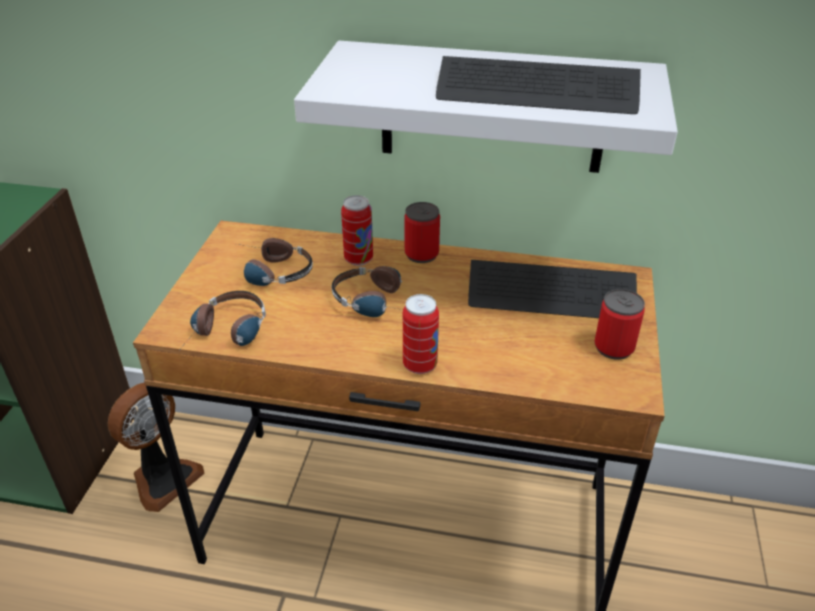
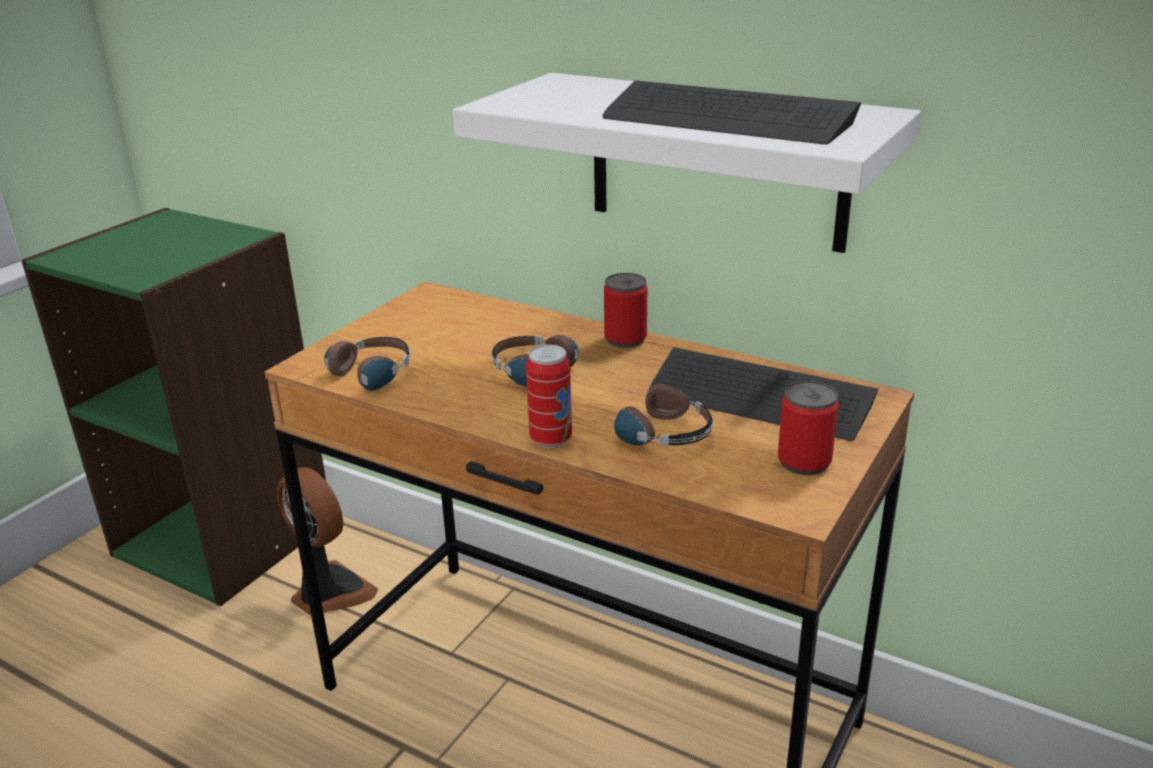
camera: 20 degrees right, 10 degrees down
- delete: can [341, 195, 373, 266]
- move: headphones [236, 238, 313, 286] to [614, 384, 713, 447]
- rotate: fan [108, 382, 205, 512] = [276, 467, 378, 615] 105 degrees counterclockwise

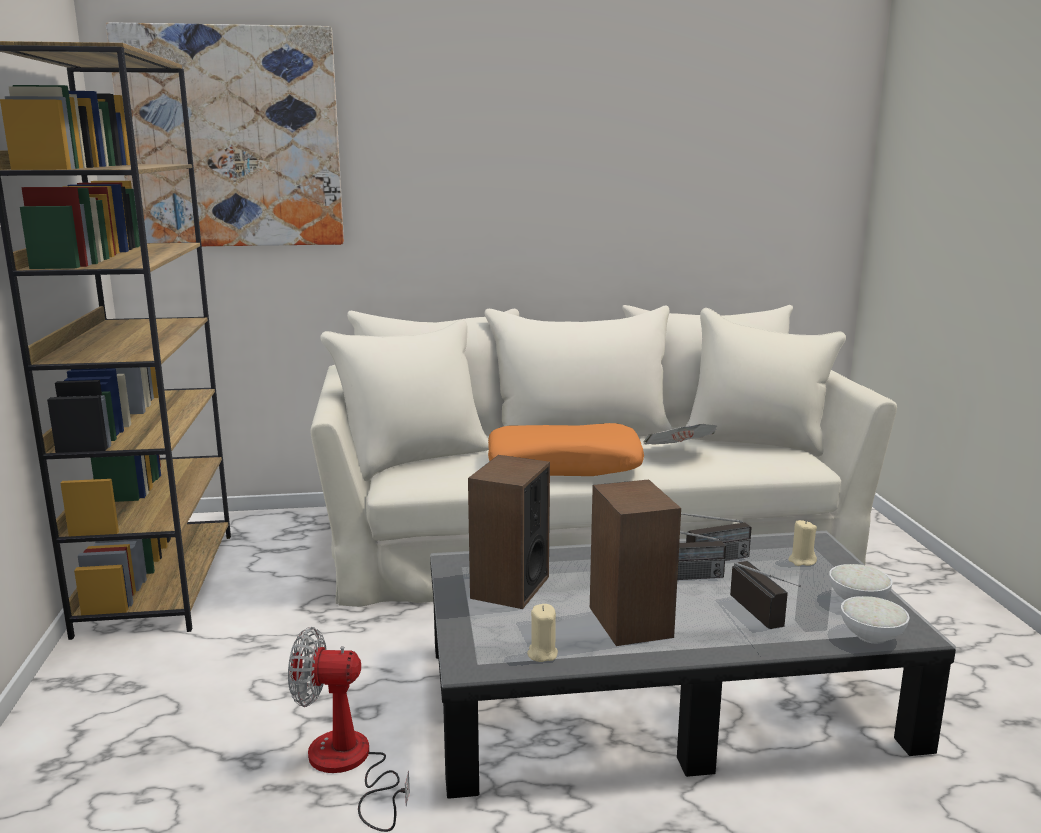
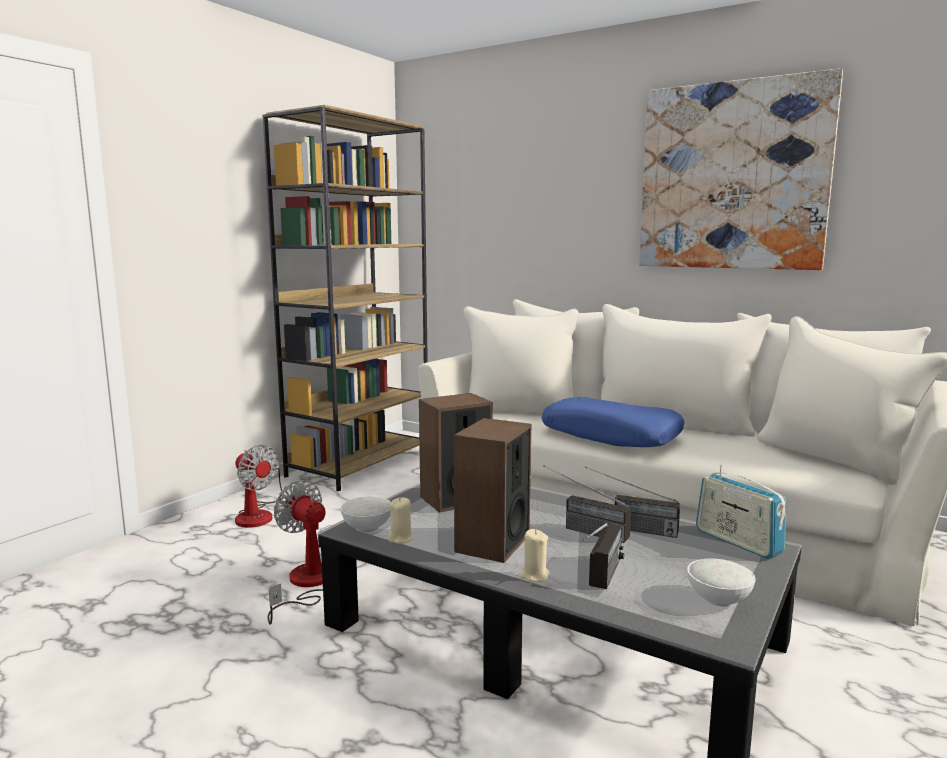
camera: 40 degrees right, 5 degrees down
- delete: newspaper [644, 424, 717, 445]
- insert: fan [235, 445, 283, 528]
- insert: radio [696, 465, 786, 559]
- move: picture [106, 22, 344, 246] to [639, 68, 843, 270]
- move: beige_candle [788, 520, 817, 566] to [519, 529, 550, 582]
- move: white_bowl [841, 596, 910, 644] to [340, 496, 391, 532]
- recolor: orange_pillow [488, 423, 644, 476] to blue_pillow [542, 397, 684, 447]

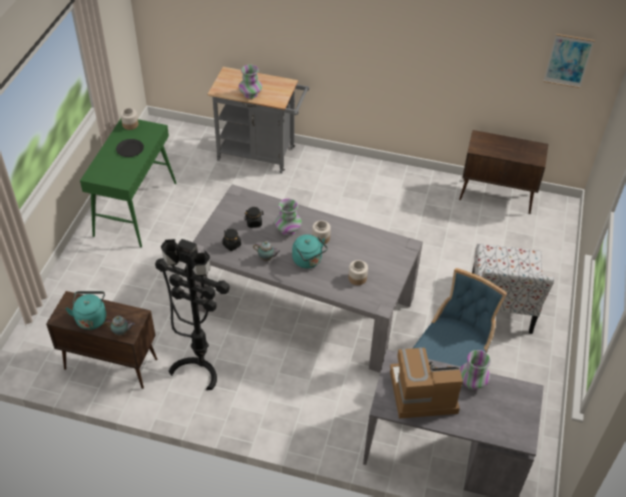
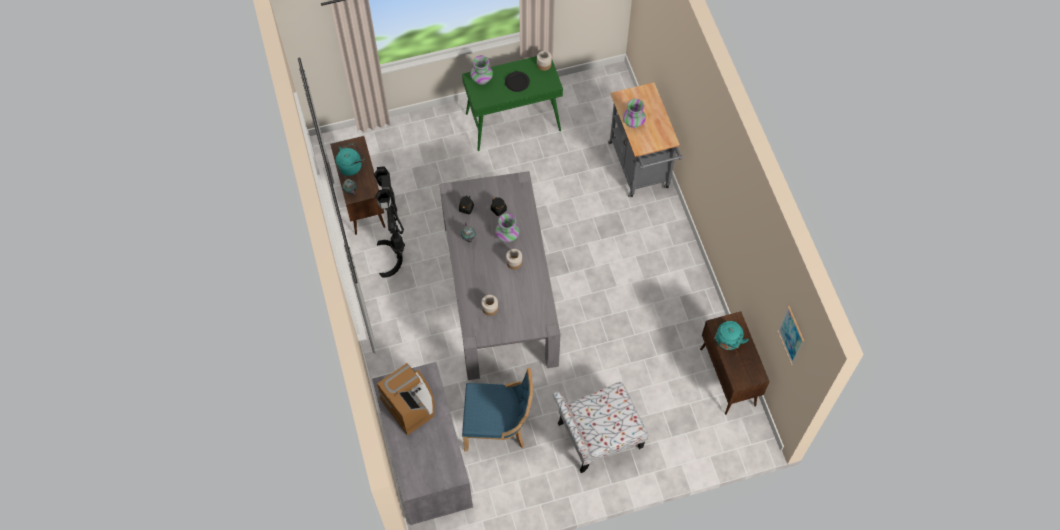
camera: 60 degrees right, 15 degrees up
- move: turquoise_kettle [292, 234, 328, 268] to [714, 321, 749, 350]
- move: vase [460, 350, 491, 390] to [470, 55, 493, 85]

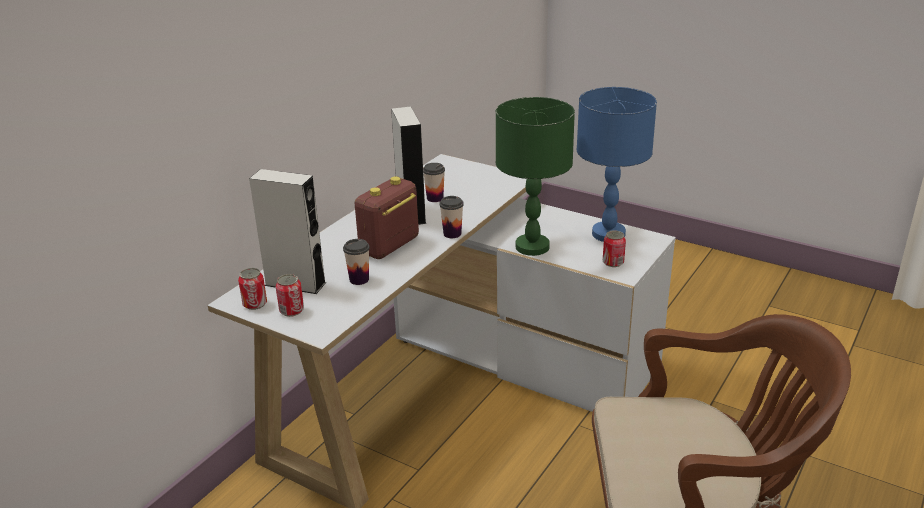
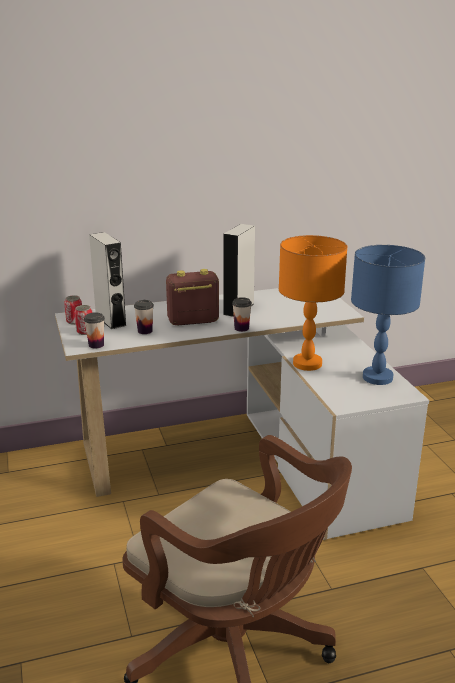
camera: 40 degrees right, 5 degrees down
- delete: can [603, 230, 626, 267]
- move: cup [423, 163, 445, 202] to [84, 312, 105, 349]
- recolor: green_table_lamp [495, 97, 575, 256] to orange_table_lamp [279, 235, 347, 371]

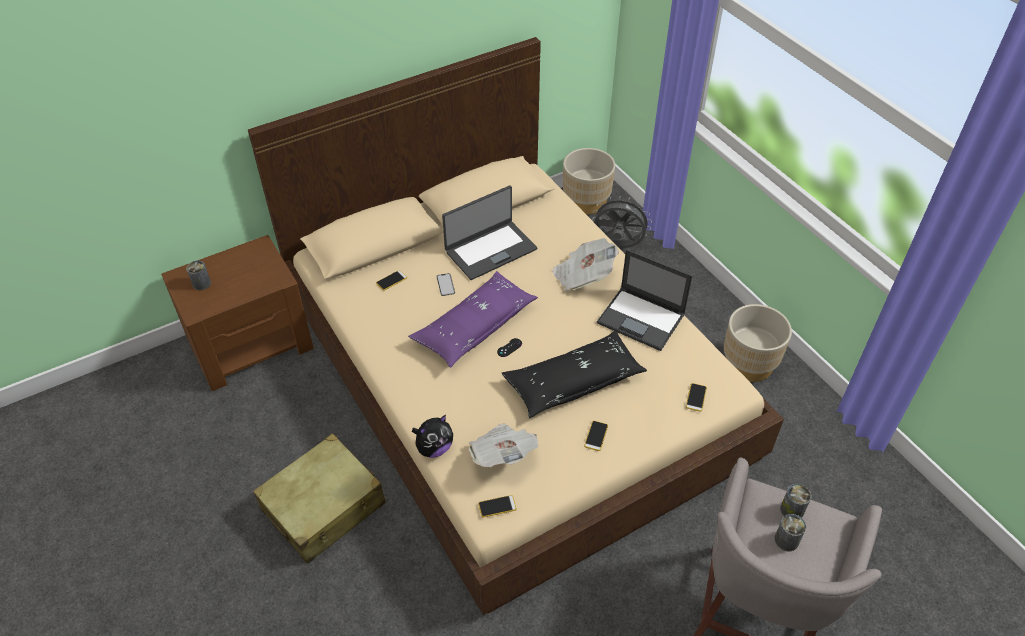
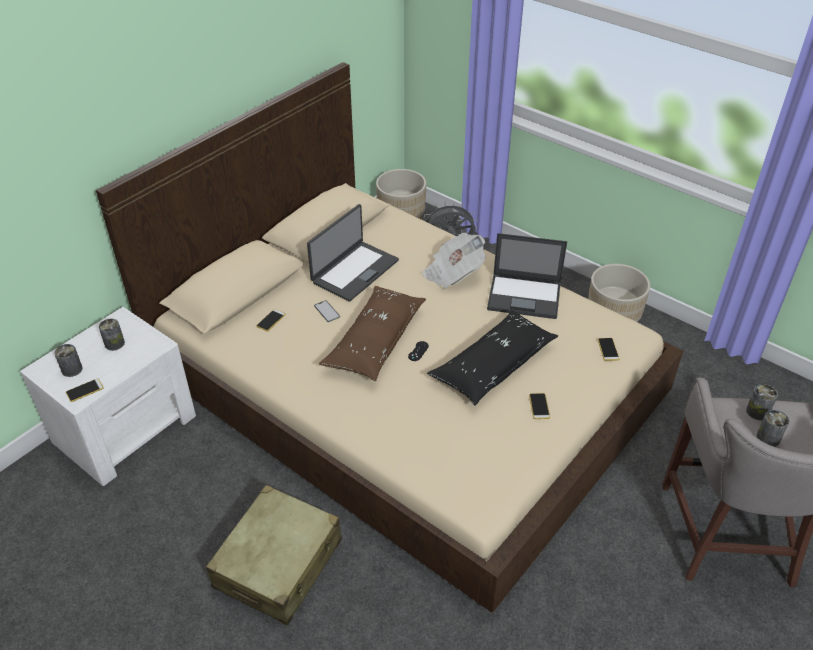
camera: 20 degrees left, 5 degrees down
- delete: plush_toy [412, 415, 453, 458]
- delete: newspaper [468, 423, 539, 467]
- insert: can [99, 319, 125, 351]
- move: phone [478, 495, 517, 517] to [66, 378, 104, 402]
- recolor: brown_nightstand [161, 235, 314, 391] to white_nightstand [20, 307, 196, 486]
- recolor: purple_pillow [408, 271, 538, 368] to brown_pillow [319, 286, 426, 381]

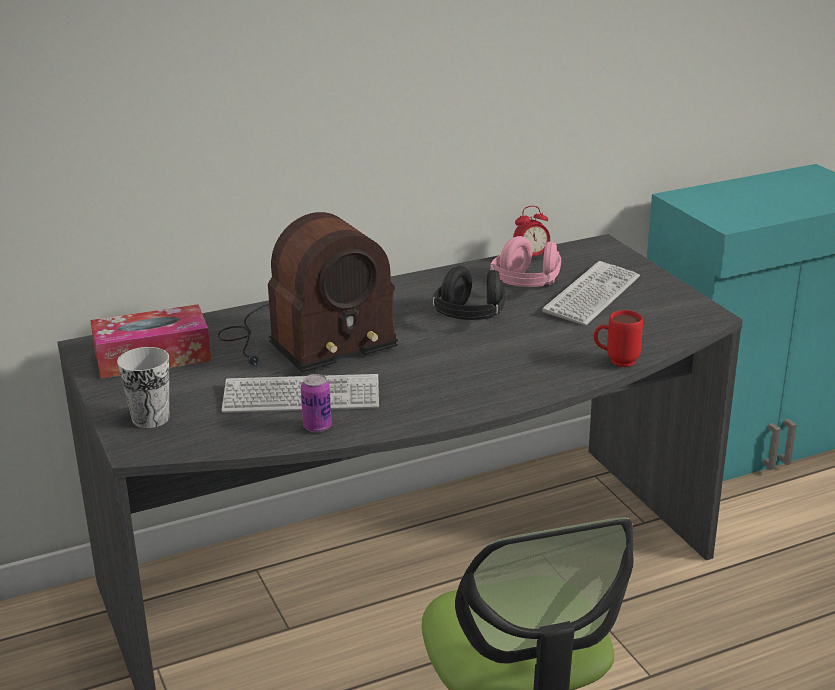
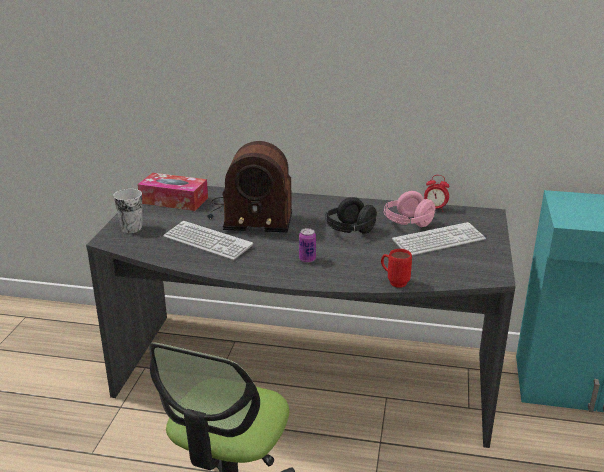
camera: 35 degrees right, 0 degrees up
- move: can [301, 374, 332, 432] to [299, 228, 316, 263]

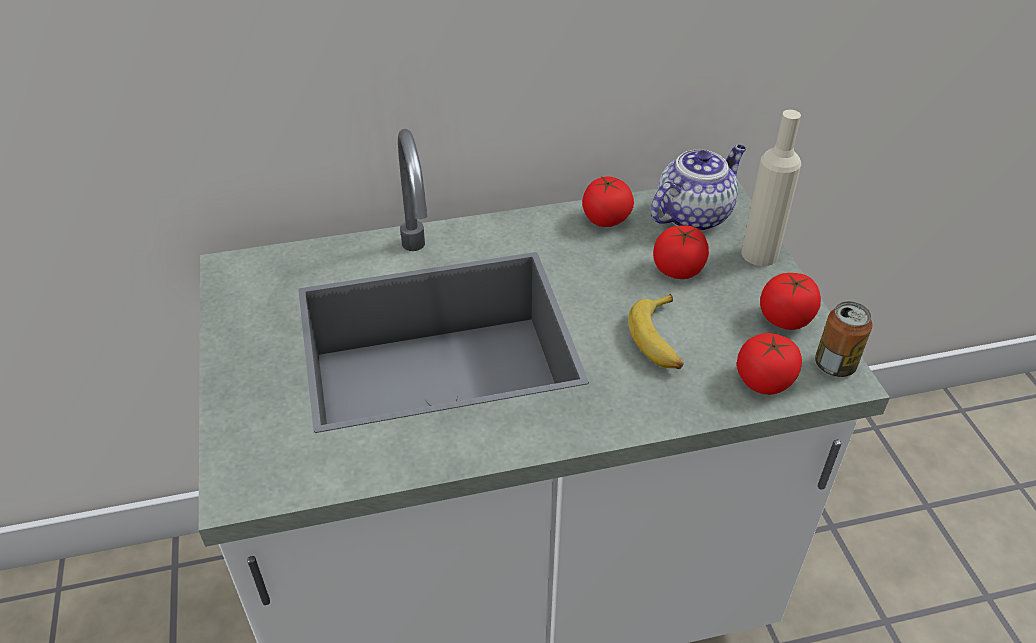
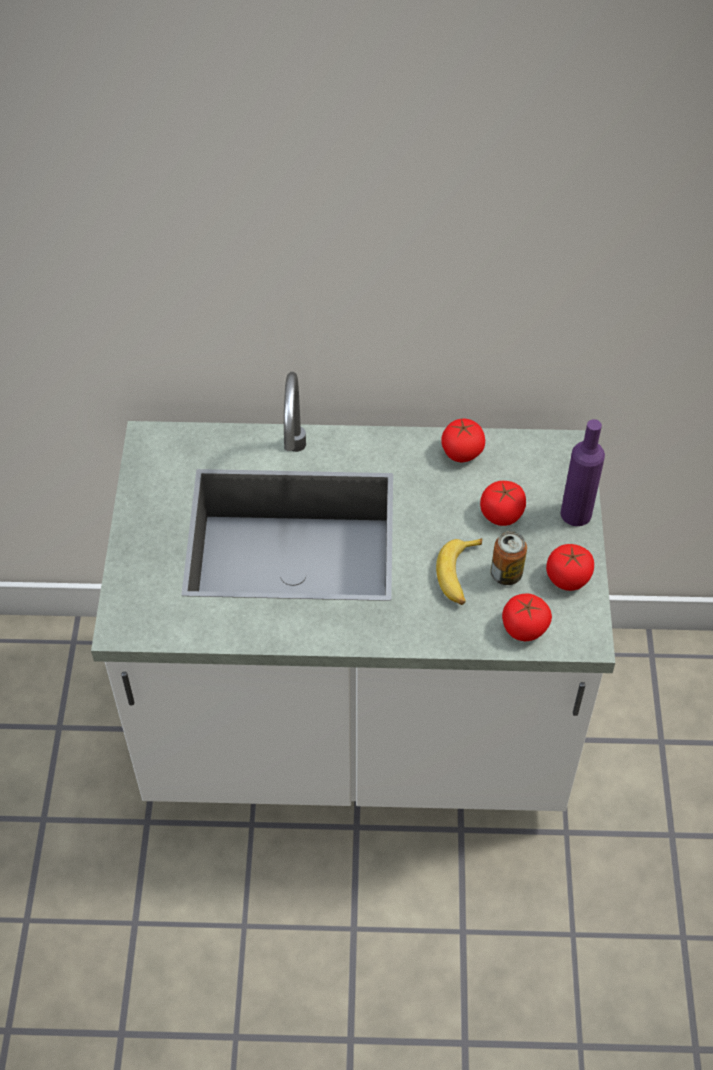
camera: 15 degrees right, 10 degrees up
- delete: teapot [650, 145, 746, 232]
- move: can [815, 301, 873, 377] to [491, 531, 527, 585]
- recolor: beige_bottle [741, 110, 801, 266] to purple_bottle [560, 419, 605, 526]

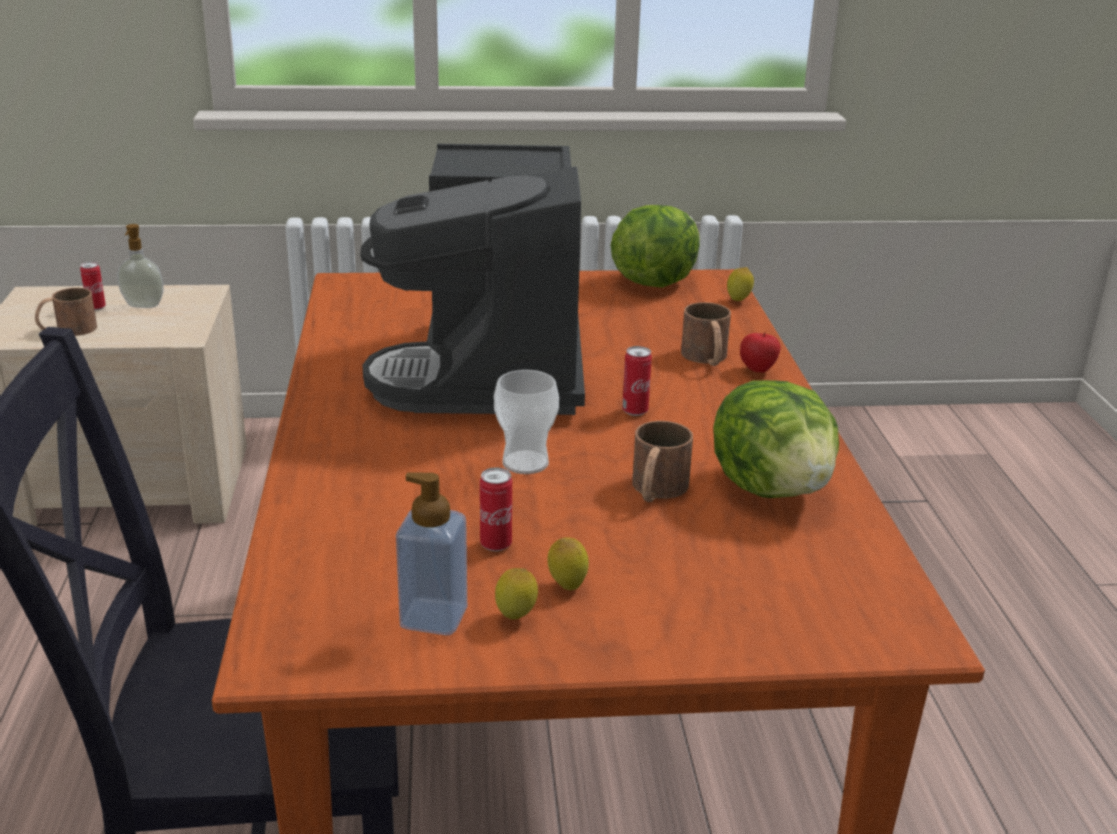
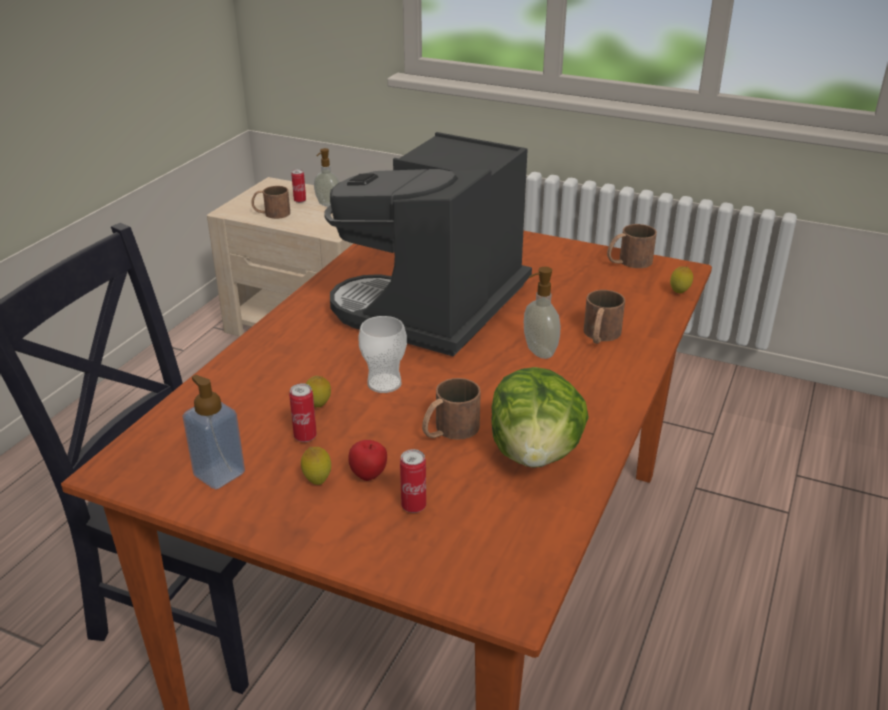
camera: 30 degrees right, 5 degrees up
- insert: soap_dispenser [524, 267, 560, 359]
- move: lemon [495, 568, 538, 619] to [306, 376, 331, 407]
- move: can [622, 346, 652, 416] to [400, 449, 426, 513]
- move: apple [740, 332, 781, 373] to [348, 440, 387, 481]
- replace: lettuce [611, 205, 700, 288] to brown_mug [607, 224, 657, 268]

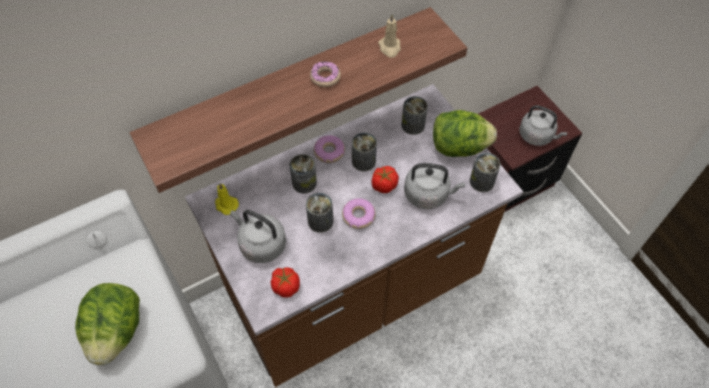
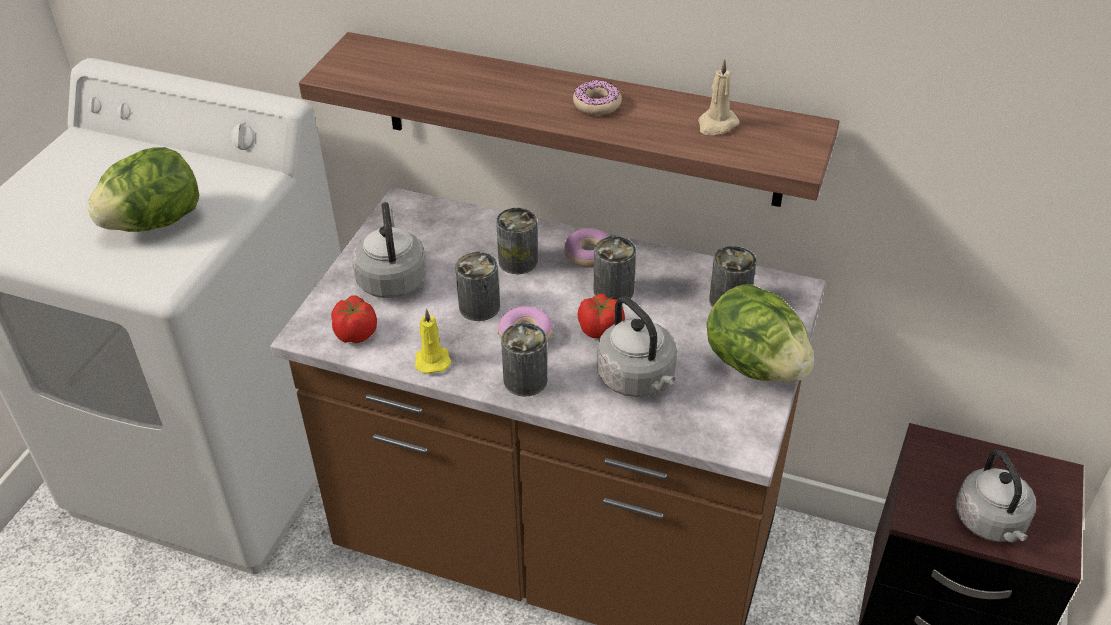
camera: 50 degrees right, 15 degrees down
- move: yellow_candle [215, 183, 239, 215] to [415, 308, 451, 374]
- move: can [470, 153, 501, 192] to [501, 323, 547, 396]

